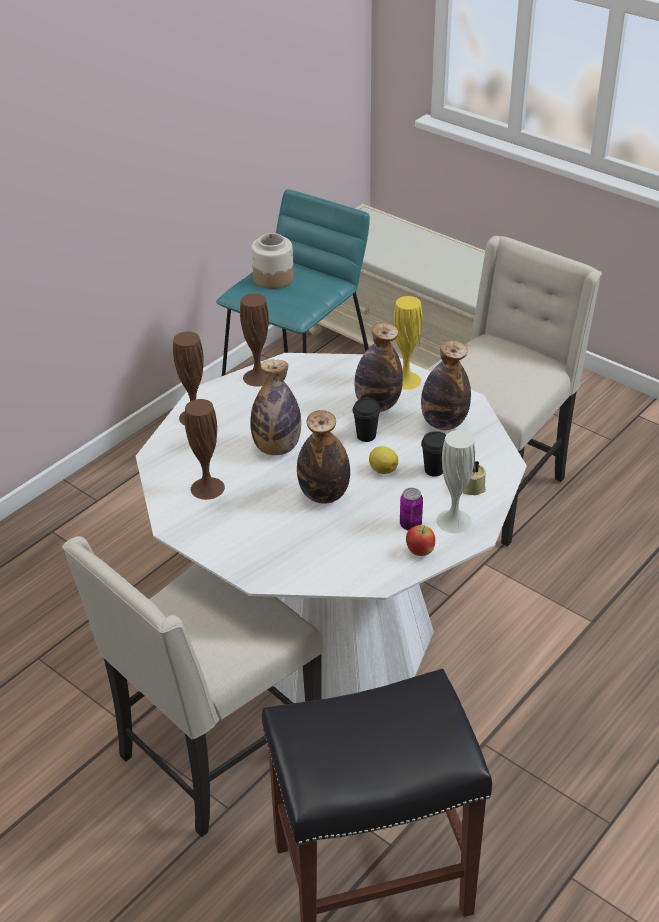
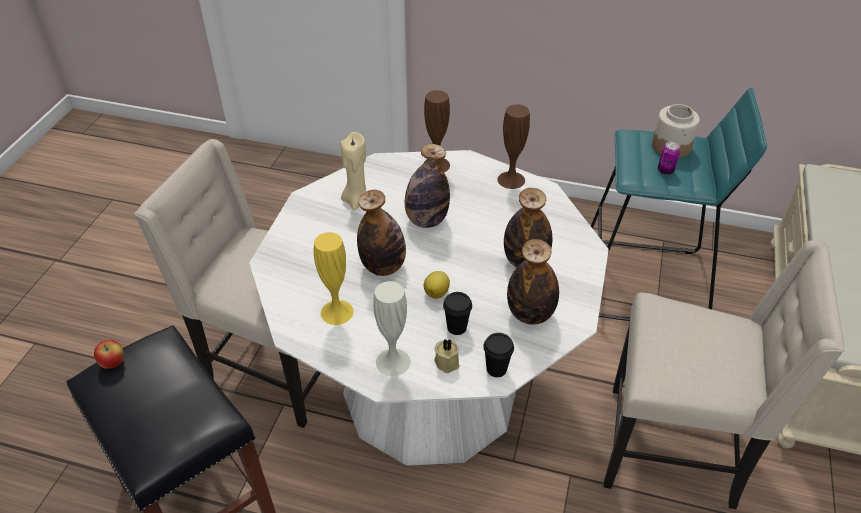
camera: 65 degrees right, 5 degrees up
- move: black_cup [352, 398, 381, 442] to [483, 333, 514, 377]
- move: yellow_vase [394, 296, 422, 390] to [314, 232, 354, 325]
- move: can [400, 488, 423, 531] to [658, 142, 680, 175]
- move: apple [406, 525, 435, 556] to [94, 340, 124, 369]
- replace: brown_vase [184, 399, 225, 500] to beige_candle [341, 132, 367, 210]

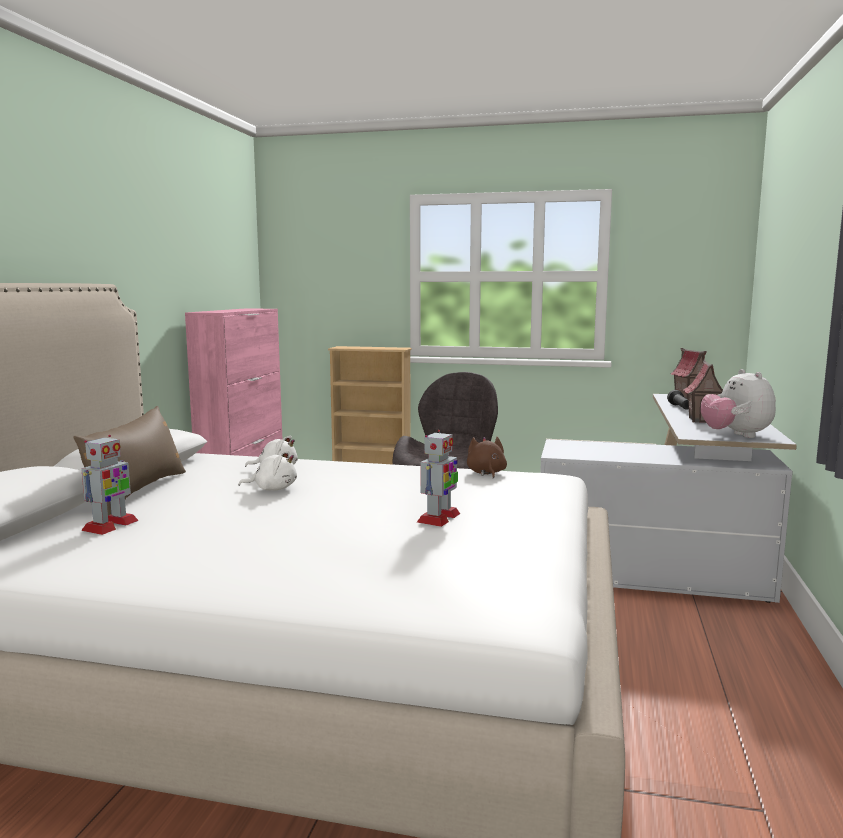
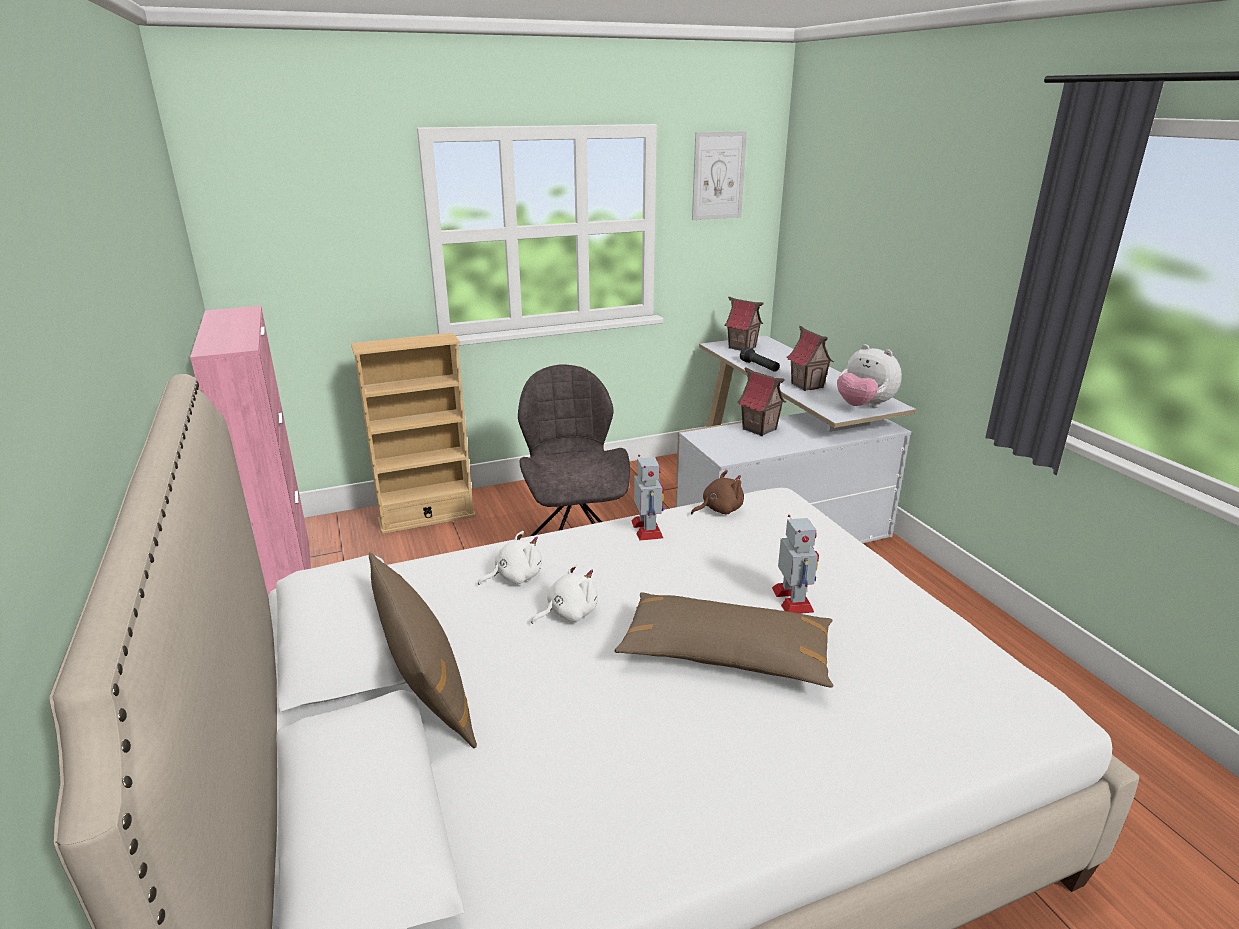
camera: 35 degrees left, 15 degrees up
- insert: brown_pillow [614, 592, 834, 688]
- insert: picture [692, 131, 747, 220]
- insert: toy_house [737, 367, 786, 436]
- move: toy_robot [81, 435, 139, 535] to [631, 455, 664, 541]
- rotate: brown_plush_toy [467, 437, 507, 479] = [691, 470, 744, 515] 105 degrees clockwise

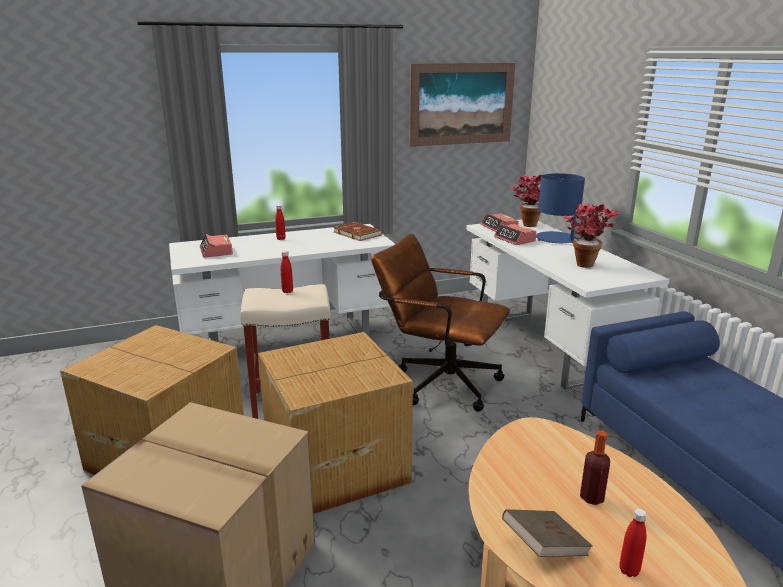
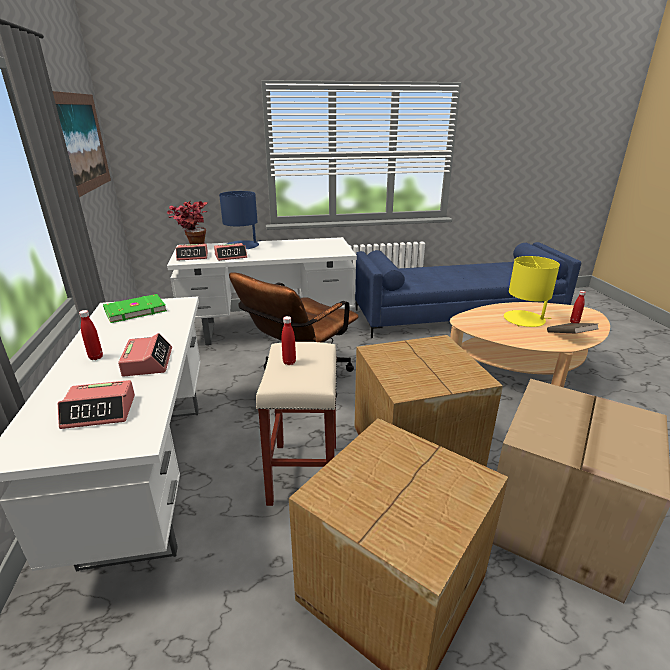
camera: 80 degrees left, 5 degrees up
- delete: potted_plant [563, 204, 619, 268]
- insert: alarm_clock [118, 333, 172, 377]
- replace: bottle [580, 430, 610, 505] to yellow_table_lamp [504, 256, 560, 327]
- recolor: brown_book [333, 222, 383, 241] to green_book [103, 294, 167, 323]

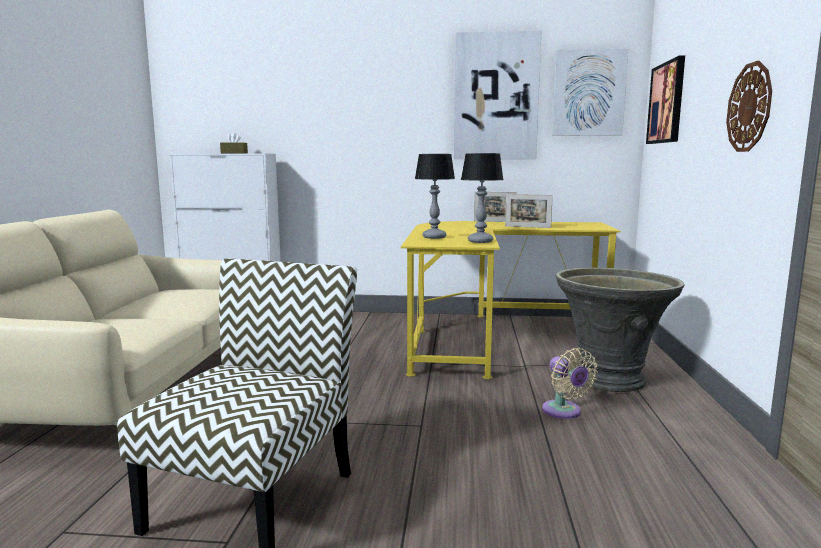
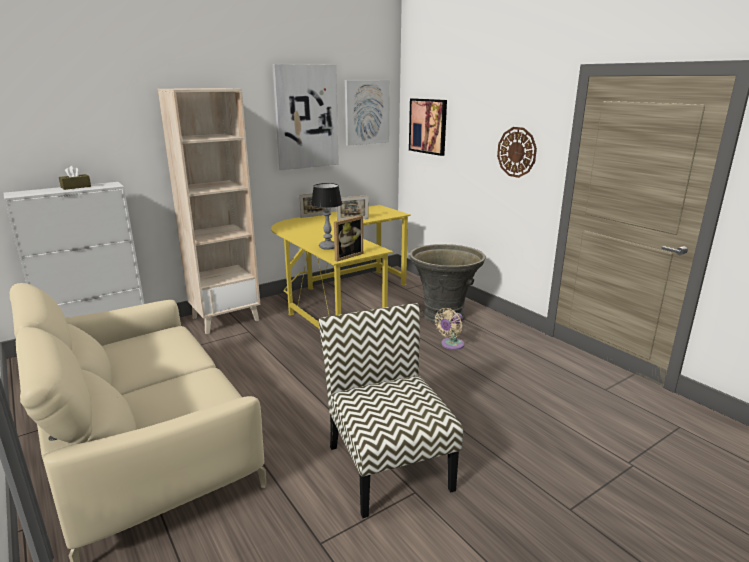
camera: 40 degrees left, 10 degrees up
- delete: table_lamp [461, 153, 504, 243]
- insert: beige_bookcase [158, 88, 260, 334]
- insert: picture_frame [334, 215, 363, 262]
- rotate: beige_fan [542, 348, 598, 419] = [435, 308, 464, 350] 105 degrees clockwise

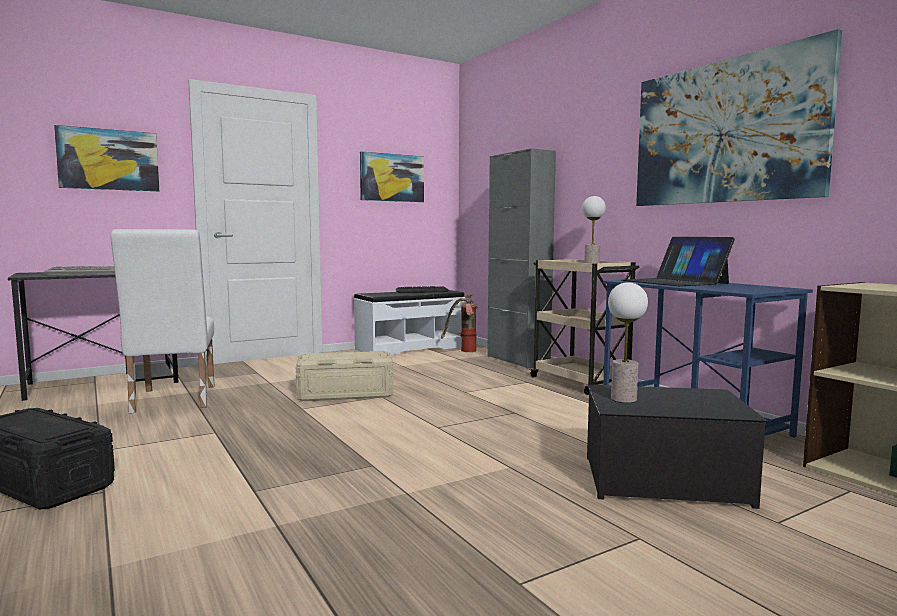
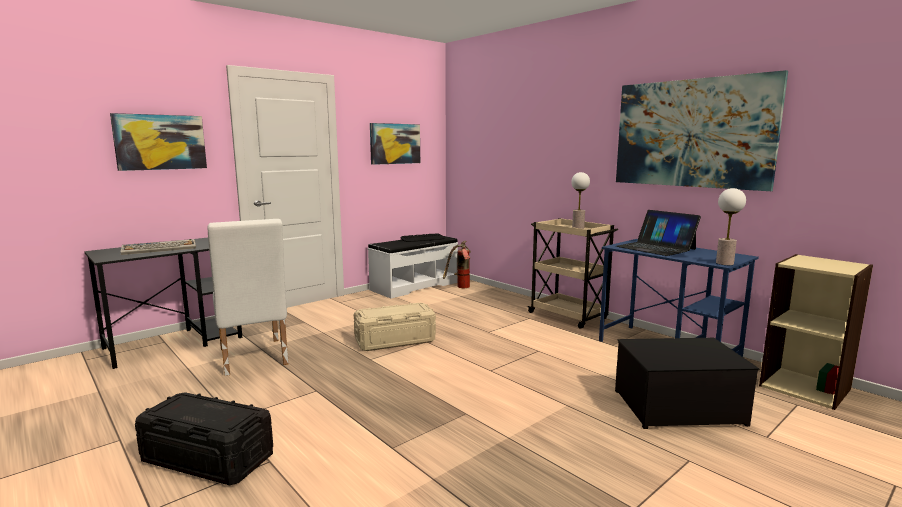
camera: 10 degrees left, 5 degrees up
- delete: grey_cabinet [487, 148, 556, 369]
- move: table_lamp [608, 282, 648, 403] to [716, 188, 746, 265]

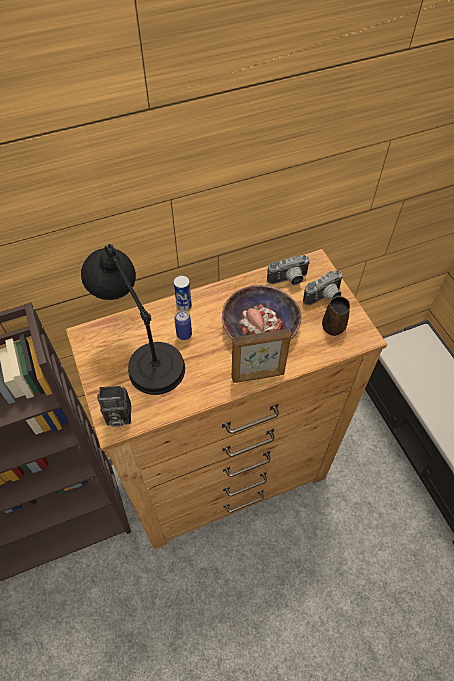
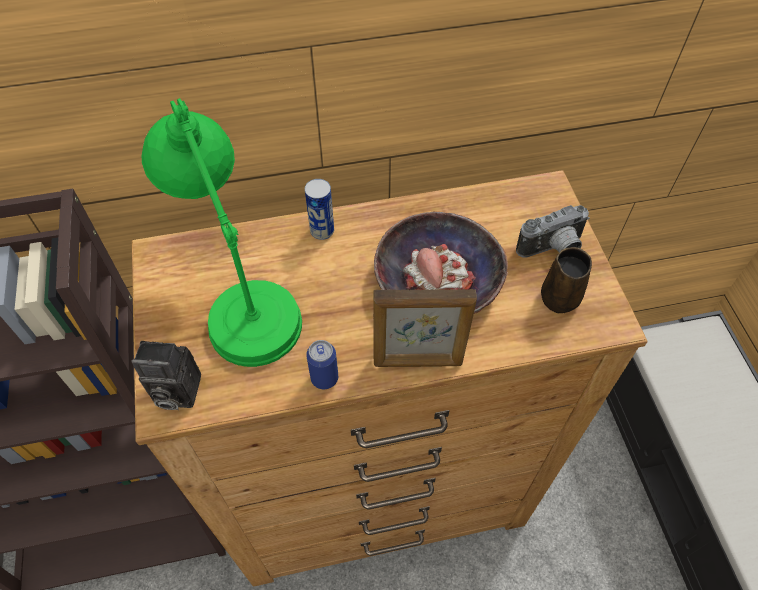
camera: 10 degrees right, 0 degrees up
- delete: photo_camera [267, 255, 310, 285]
- move: can [174, 310, 192, 340] to [306, 340, 338, 389]
- recolor: black_table_lamp [81, 244, 185, 395] to green_table_lamp [142, 98, 302, 367]

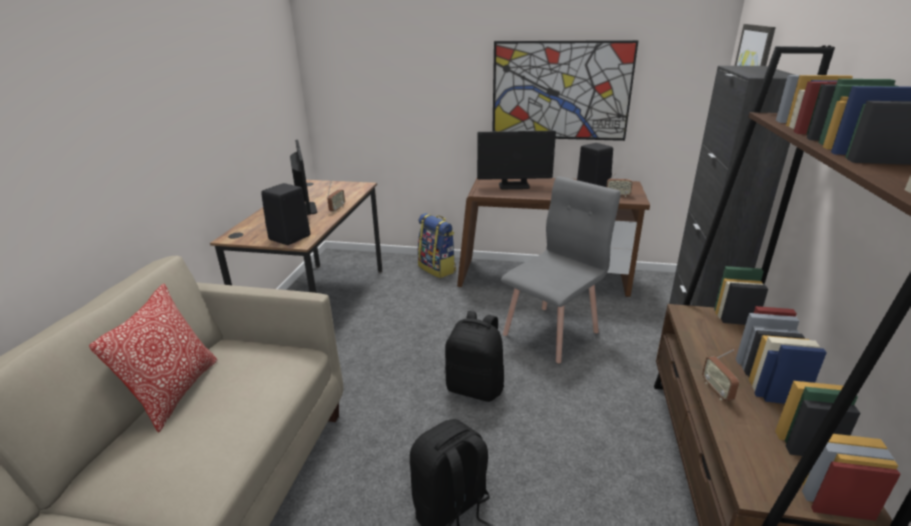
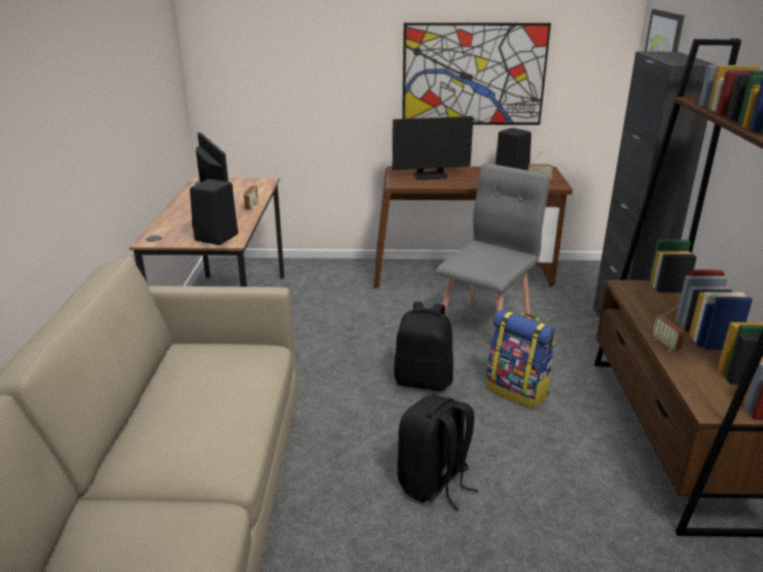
camera: 10 degrees left, 0 degrees up
- delete: pillow [89, 284, 217, 433]
- move: backpack [417, 213, 456, 278] to [486, 310, 555, 409]

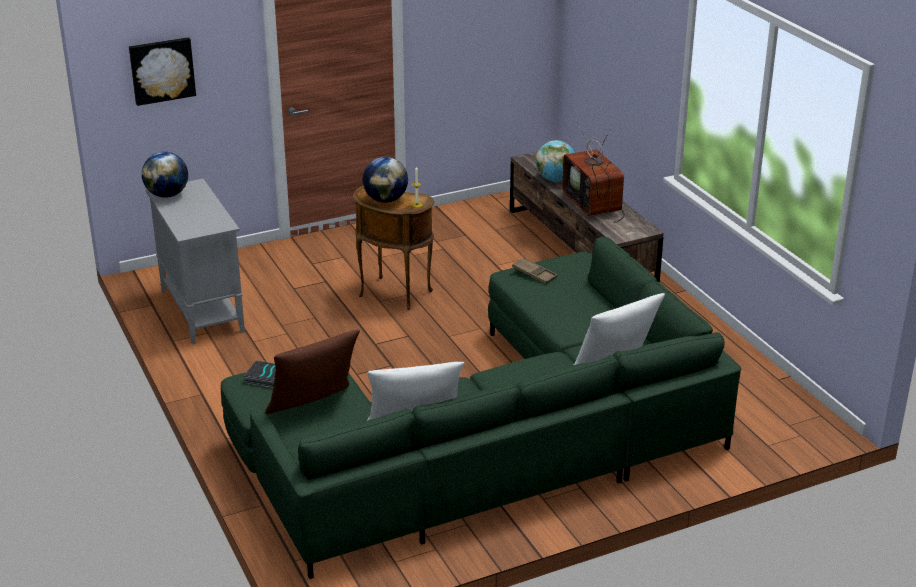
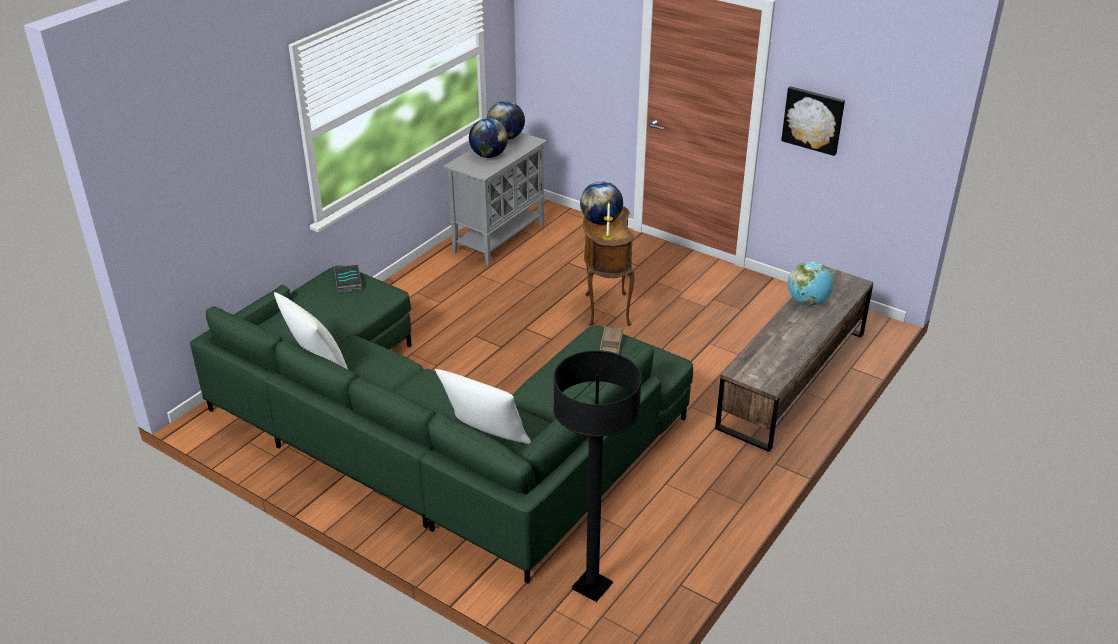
camera: 60 degrees right, 5 degrees up
- delete: brown_pillow [265, 330, 360, 414]
- delete: television [562, 122, 624, 223]
- insert: globe [469, 118, 508, 158]
- insert: black_floor_lamp [553, 350, 642, 602]
- move: picture [129, 37, 196, 106] to [781, 86, 845, 156]

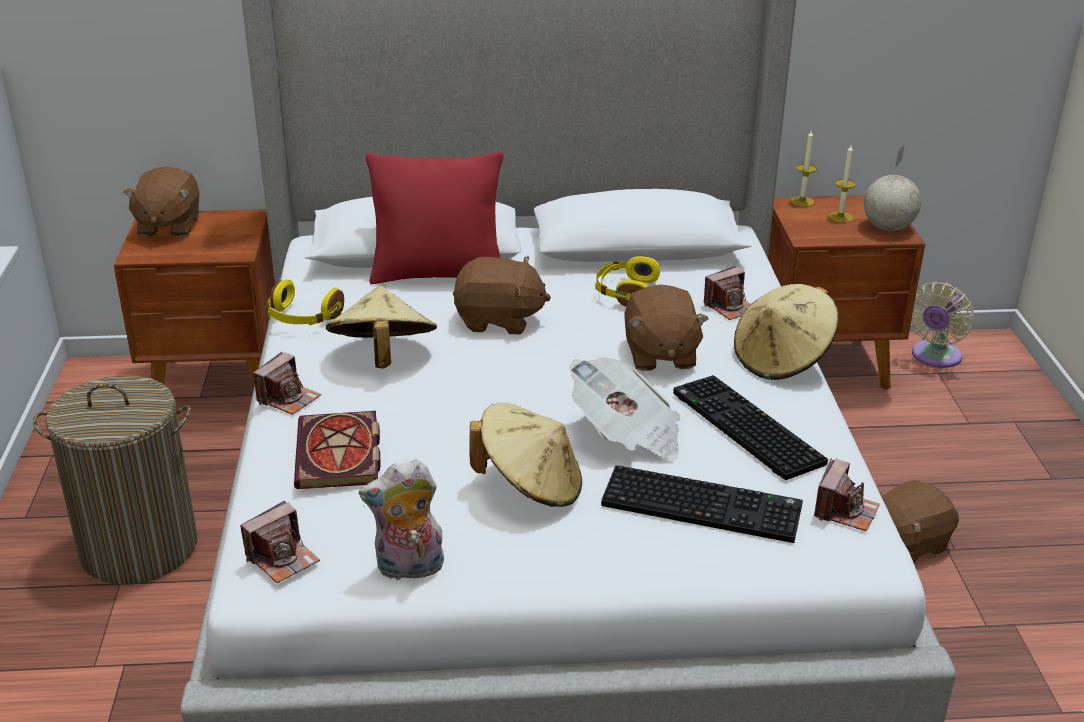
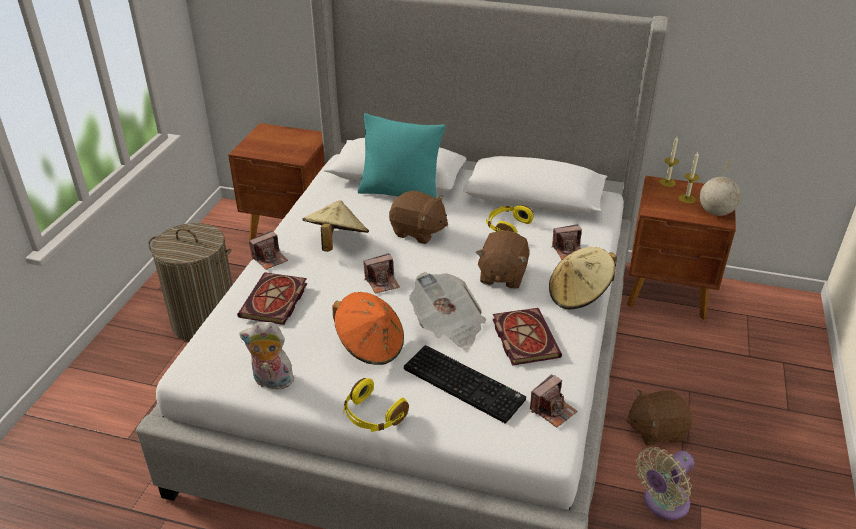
camera: 20 degrees right, 5 degrees up
- delete: brown_plush_toy [123, 166, 199, 237]
- move: photo_camera [240, 501, 320, 583] to [364, 253, 400, 294]
- move: yellow_headphones [267, 279, 344, 325] to [343, 378, 409, 432]
- move: beige_fan [910, 282, 974, 368] to [636, 447, 694, 520]
- replace: keyboard [673, 375, 828, 480] to book [492, 308, 562, 366]
- recolor: red_pillow [366, 151, 503, 284] to turquoise_pillow [358, 113, 446, 199]
- recolor: beige_hat [469, 403, 582, 507] to orange_hat [332, 292, 404, 365]

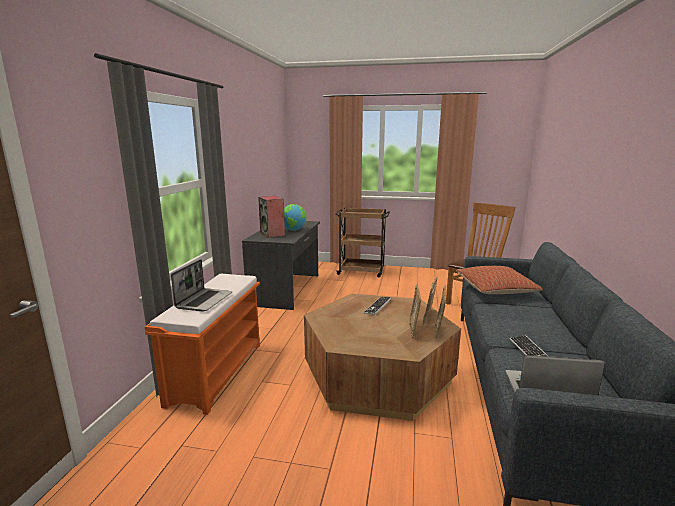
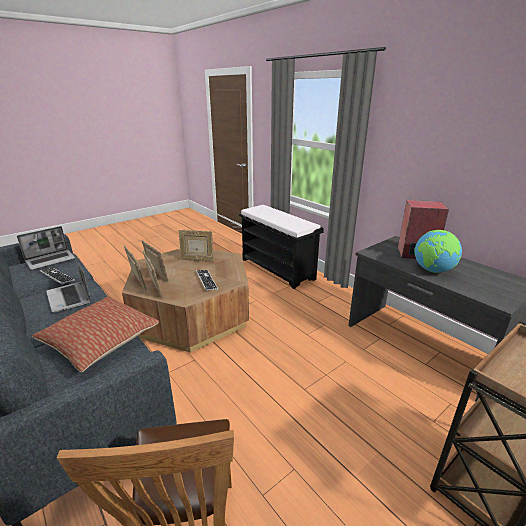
camera: 130 degrees right, 10 degrees up
- insert: picture_frame [179, 230, 214, 262]
- move: laptop [171, 259, 232, 312] to [46, 255, 91, 313]
- recolor: orange_bench [145, 274, 260, 415] to black_bench [239, 205, 324, 289]

